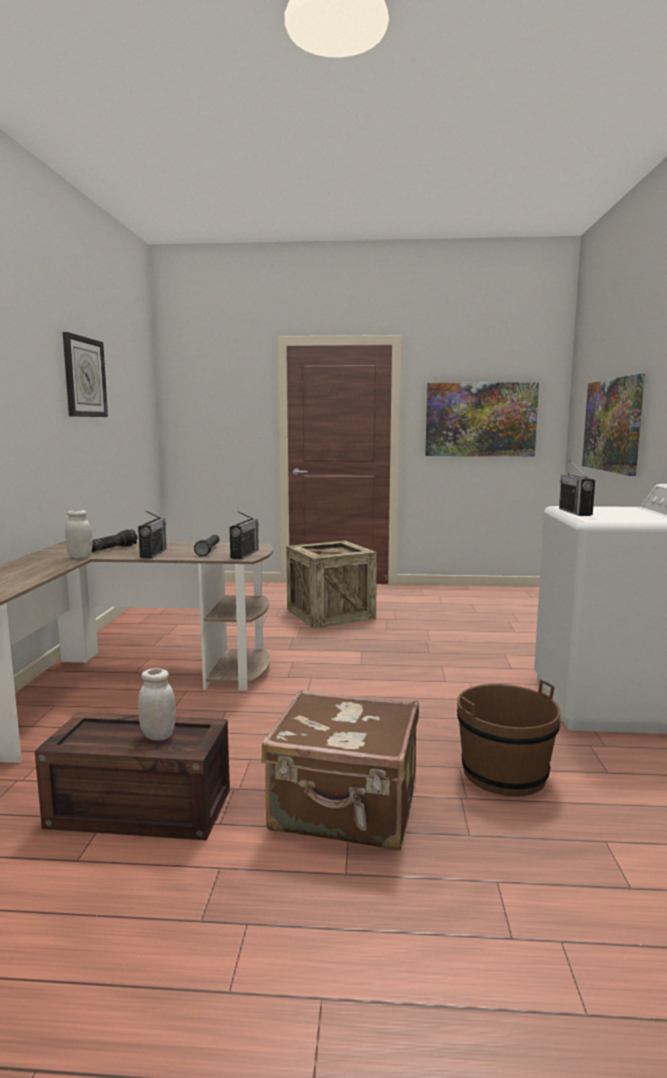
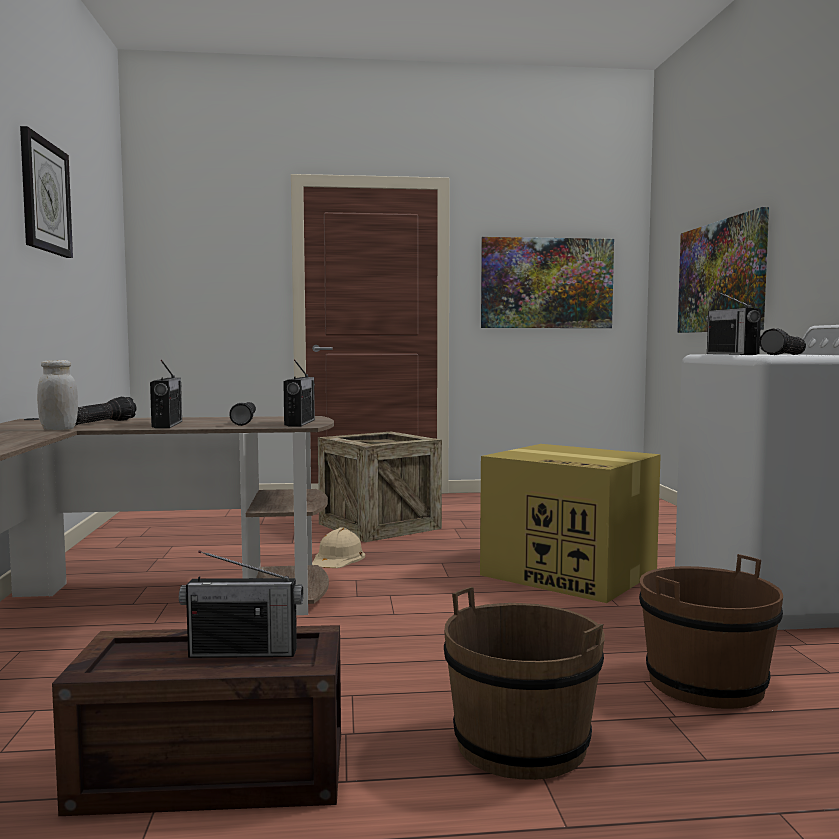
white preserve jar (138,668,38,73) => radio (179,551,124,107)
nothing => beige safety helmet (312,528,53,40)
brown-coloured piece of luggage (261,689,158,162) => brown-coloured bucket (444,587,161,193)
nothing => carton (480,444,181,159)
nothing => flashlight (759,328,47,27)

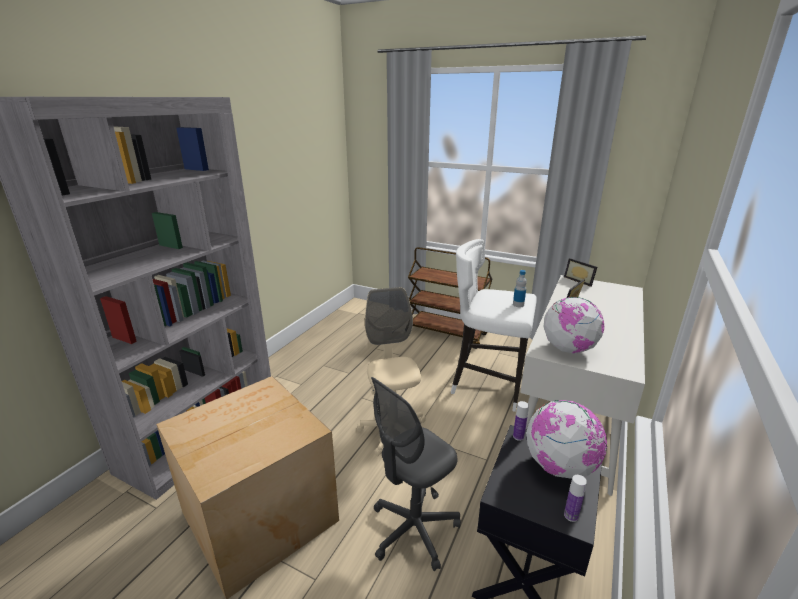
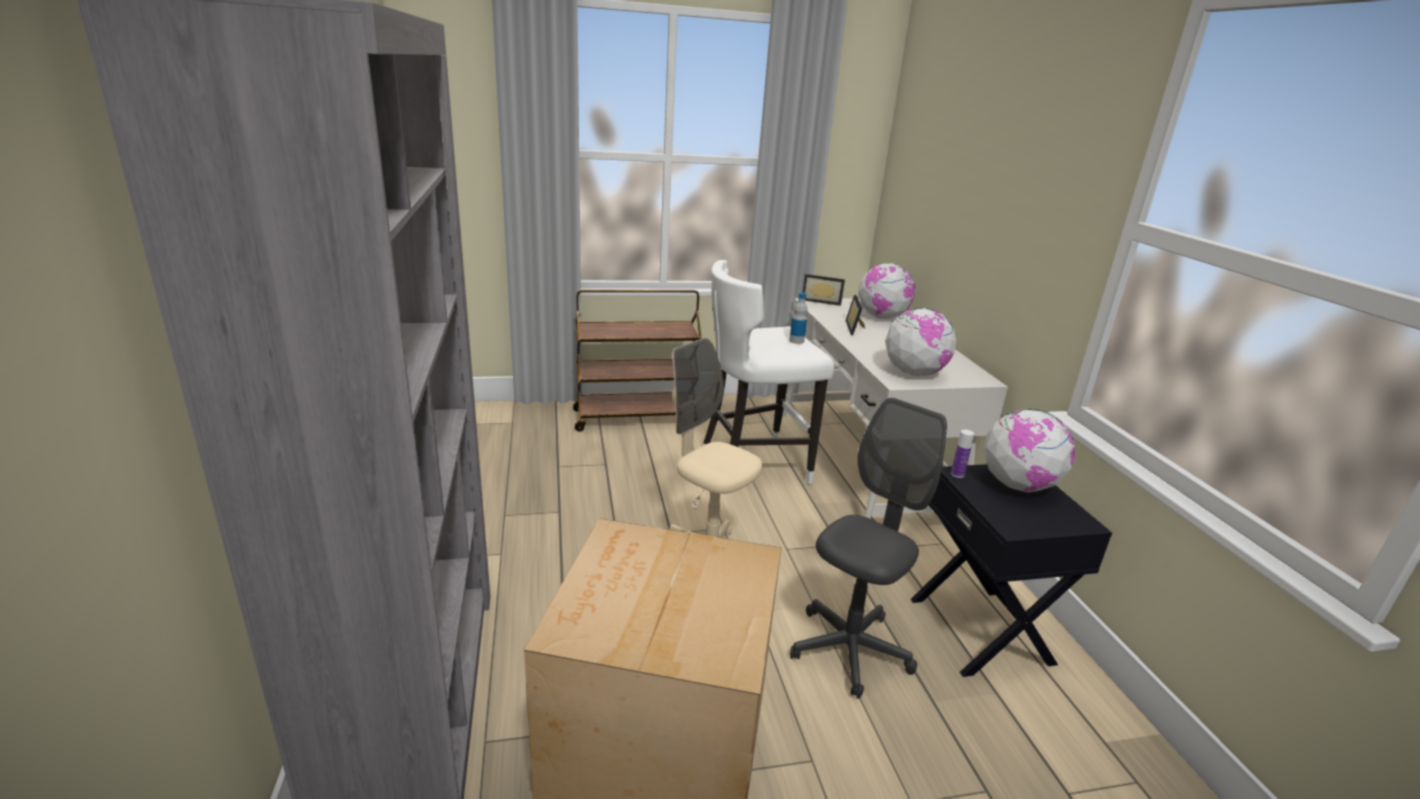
gray desk chair (371,377,90,194) => gray desk chair (790,397,157,302), 150 degrees counterclockwise
nothing => world globe (859,263,56,56)
bottle (564,475,23,47) => nothing

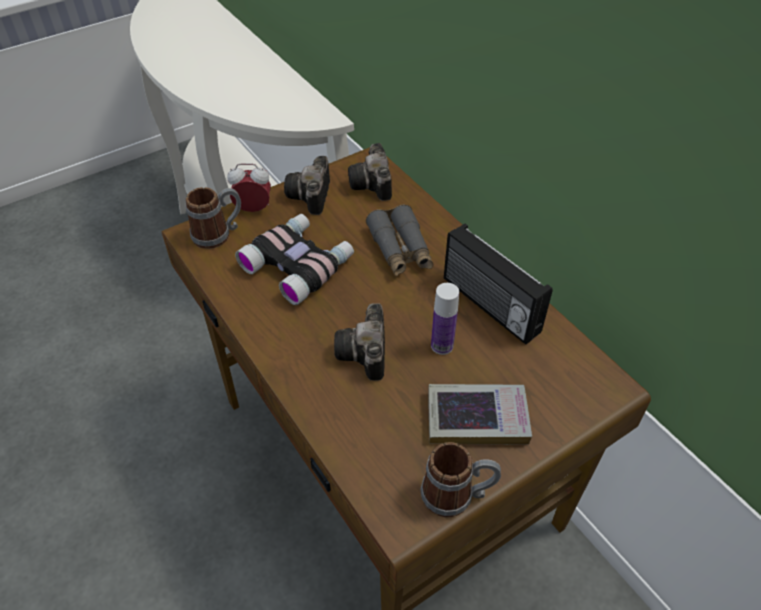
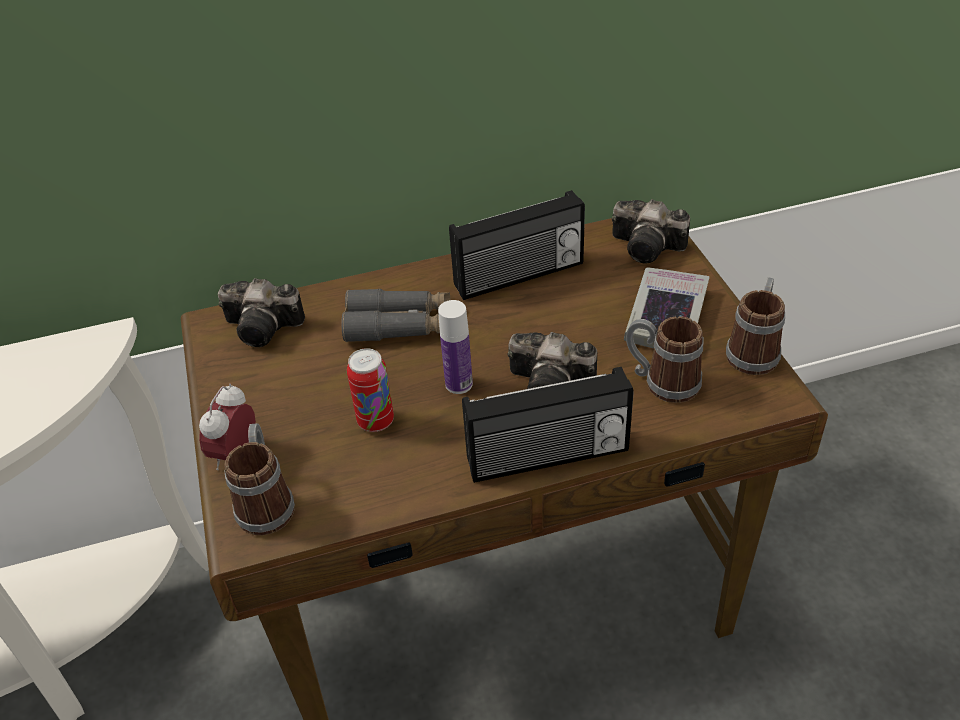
pair of binoculars (235,214,119,91) => sealed can (347,348,47,84)
bottle (431,283,28,72) => bottle (438,300,35,94), moved
nothing => radio (462,367,172,116)
photo camera (284,156,46,59) => photo camera (612,199,78,65), moved
nothing => mug (626,316,78,87)

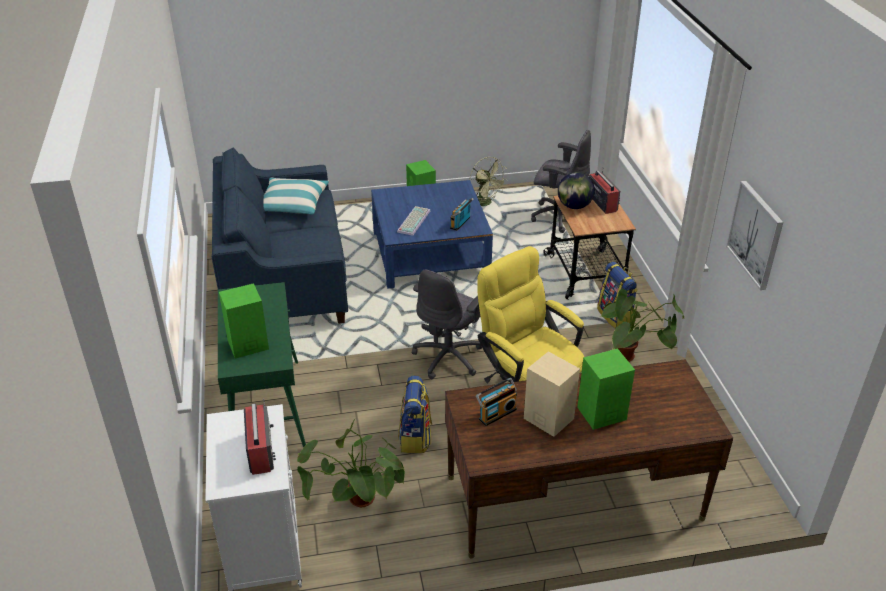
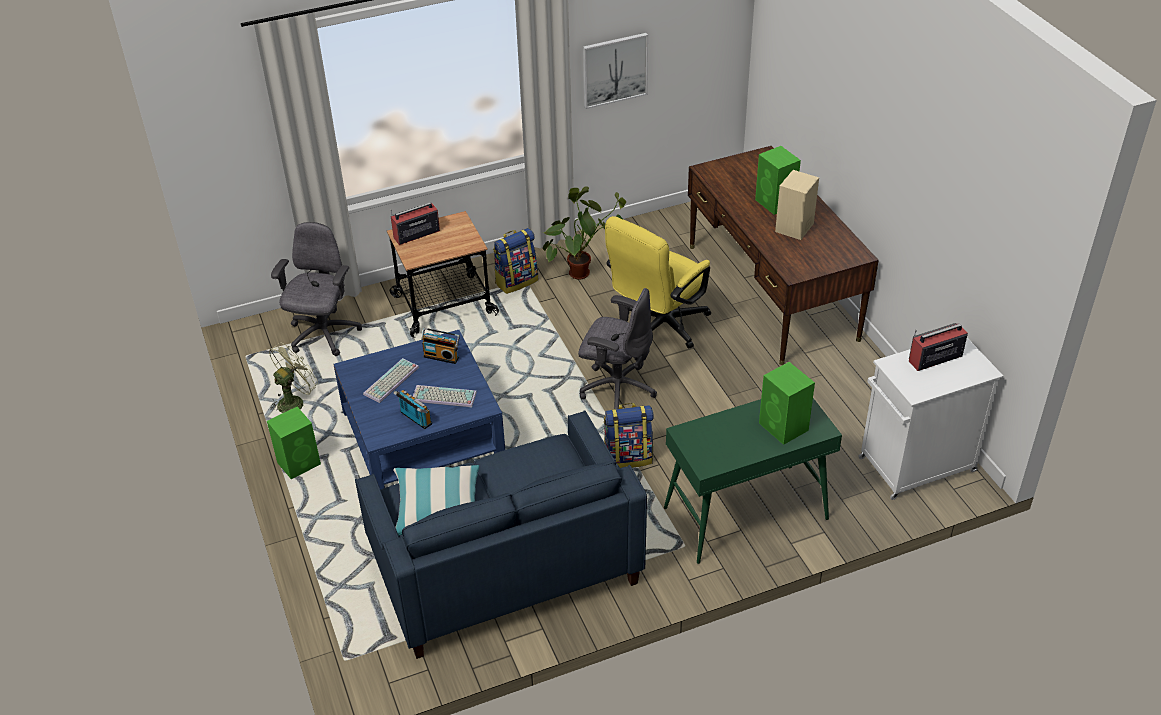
nothing => PC keyboard (363,358,56,45)
radio (476,378,41,48) => radio (394,390,38,39), moved
backpack (398,376,34,77) => backpack (604,403,50,65), moved
plant in a pot (297,419,108,88) => nothing
world globe (558,172,37,37) => nothing

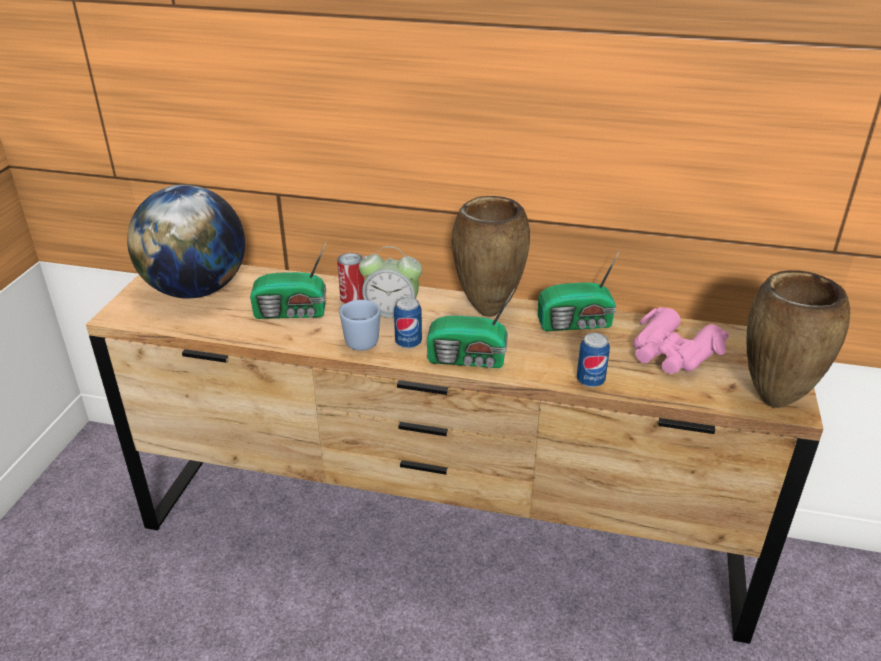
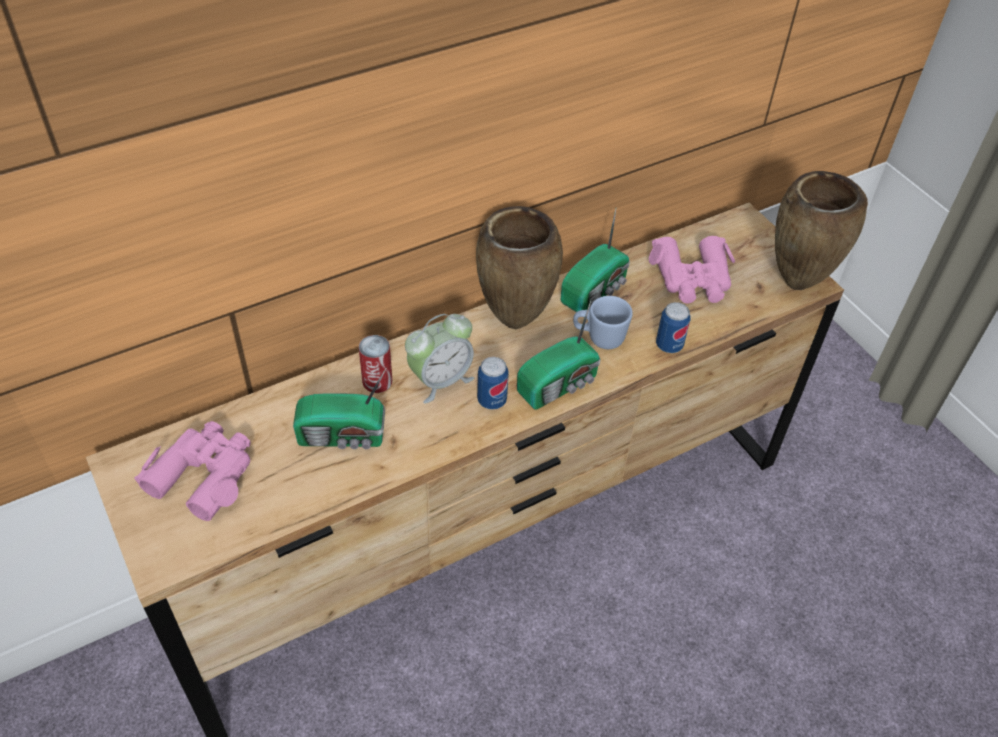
world globe (127,185,118,114) => pink pair of binoculars (134,421,117,100)
radio (250,243,76,76) => radio (293,367,94,82), 45 degrees clockwise
blue-coloured mug (339,300,41,51) => blue-coloured mug (573,296,60,53), moved

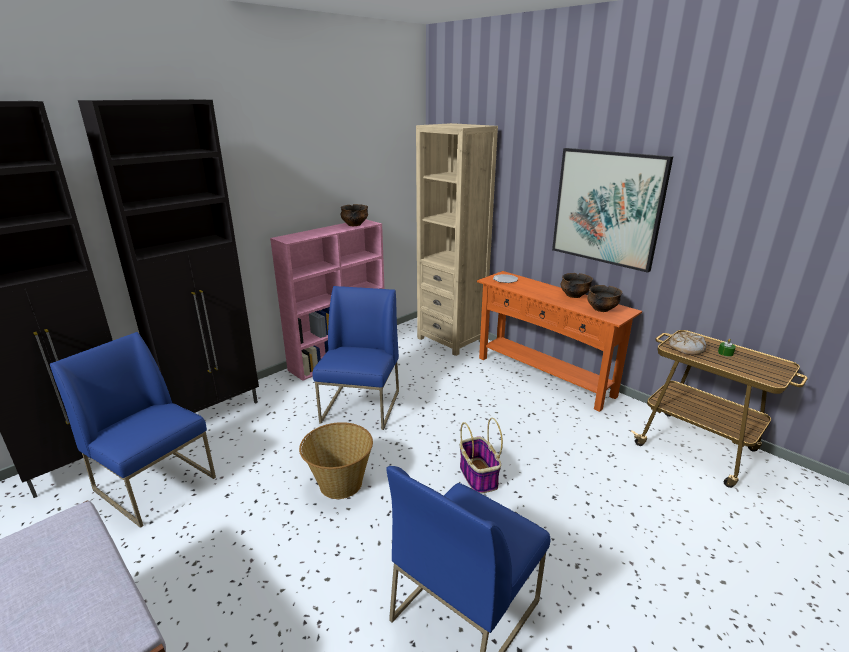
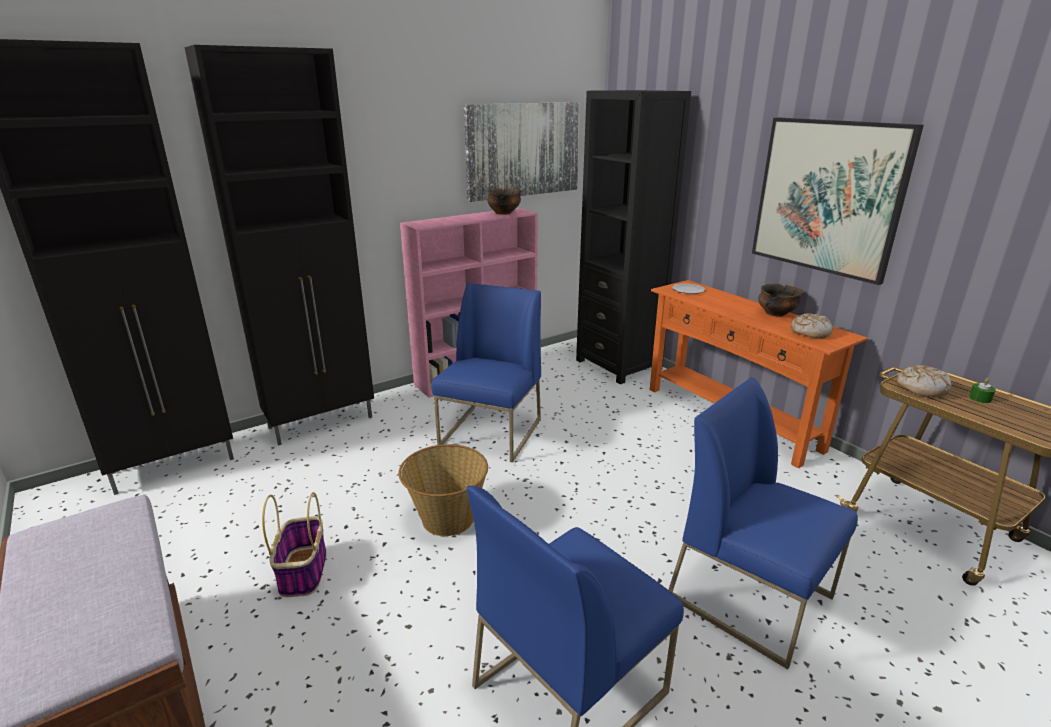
storage basket (460,418,43,76) => storage basket (262,492,65,105), moved
nothing => wall picture (463,102,117,100)
beige bookshelf (416,123,82,233) => blackish bookshelf (576,90,115,294)
blue-coloured plain chair (50,332,166,196) => blue-coloured plain chair (669,377,189,292), moved
deep dish (587,285,35,27) => baked bread (791,314,42,24)

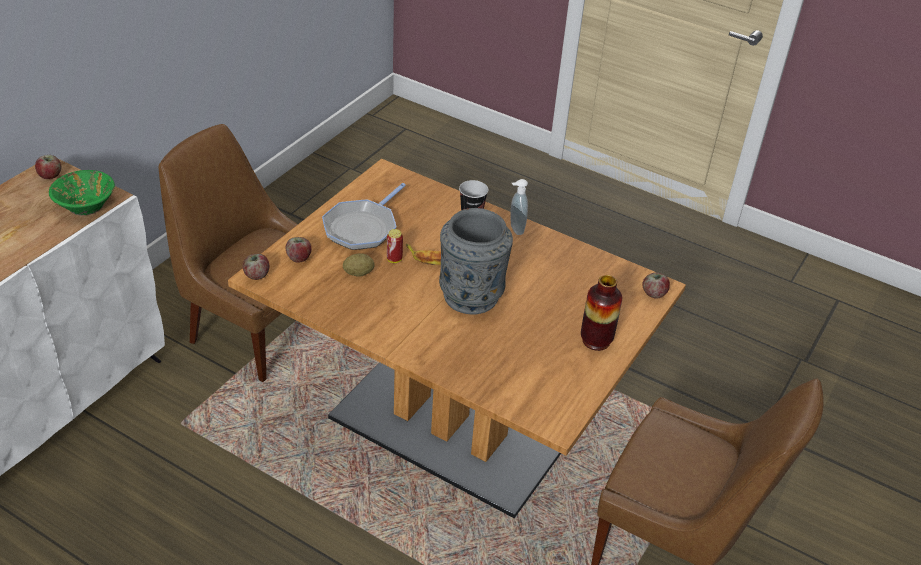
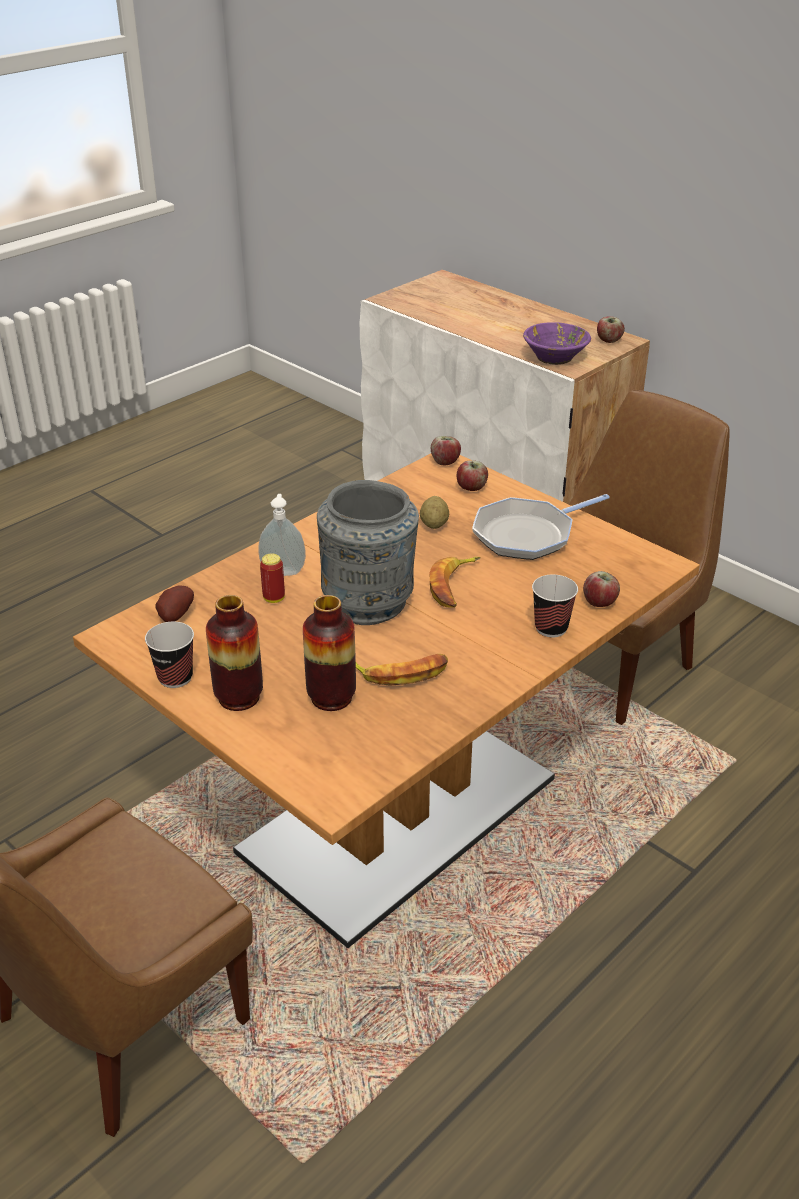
nothing => cup (145,622,49,66)
nothing => whole potato (155,585,39,37)
soap bottle (510,179,18,56) => soap bottle (258,494,48,82), moved
sealed can (387,229,16,34) => sealed can (260,554,25,49), moved
nothing => vase (303,595,53,116)
nothing => banana fruit (356,654,92,32)
pan (322,183,84,67) => pan (472,494,138,66), 75 degrees counterclockwise
green deep dish (49,170,66,45) => purplish deep dish (523,322,68,43)
apple (642,273,28,26) => apple (583,571,37,36), moved

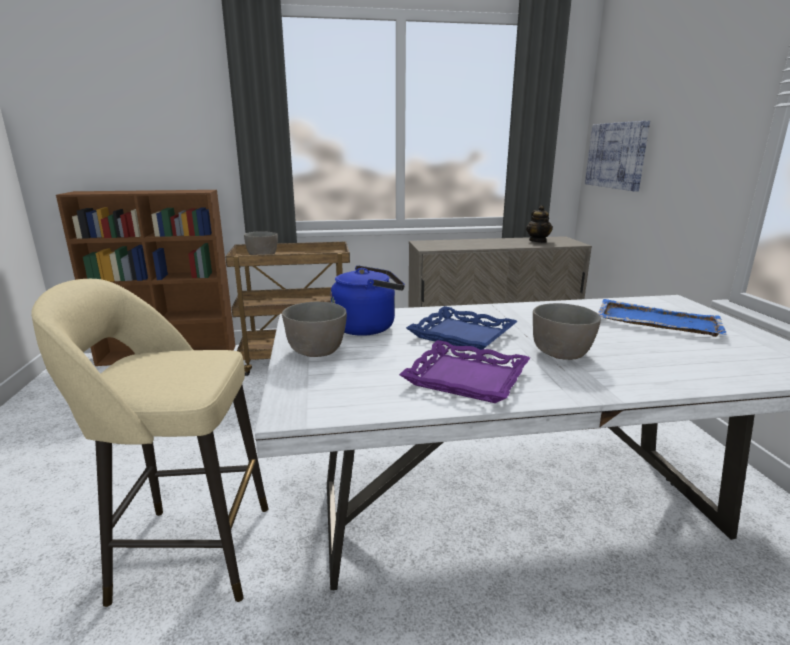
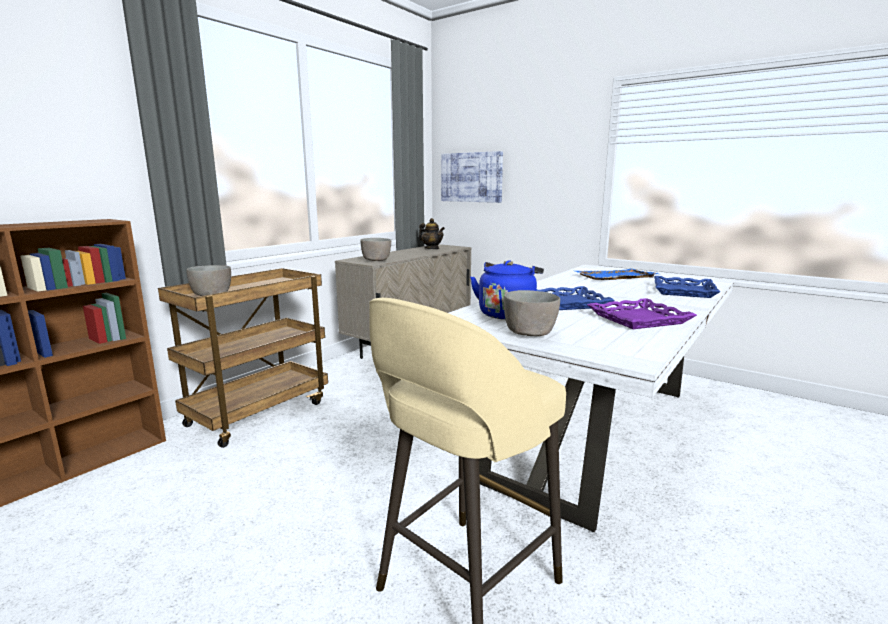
gray deep dish (533,303,68,57) => gray deep dish (360,238,31,23), moved
nothing => blue-coloured tray (654,276,66,22)

